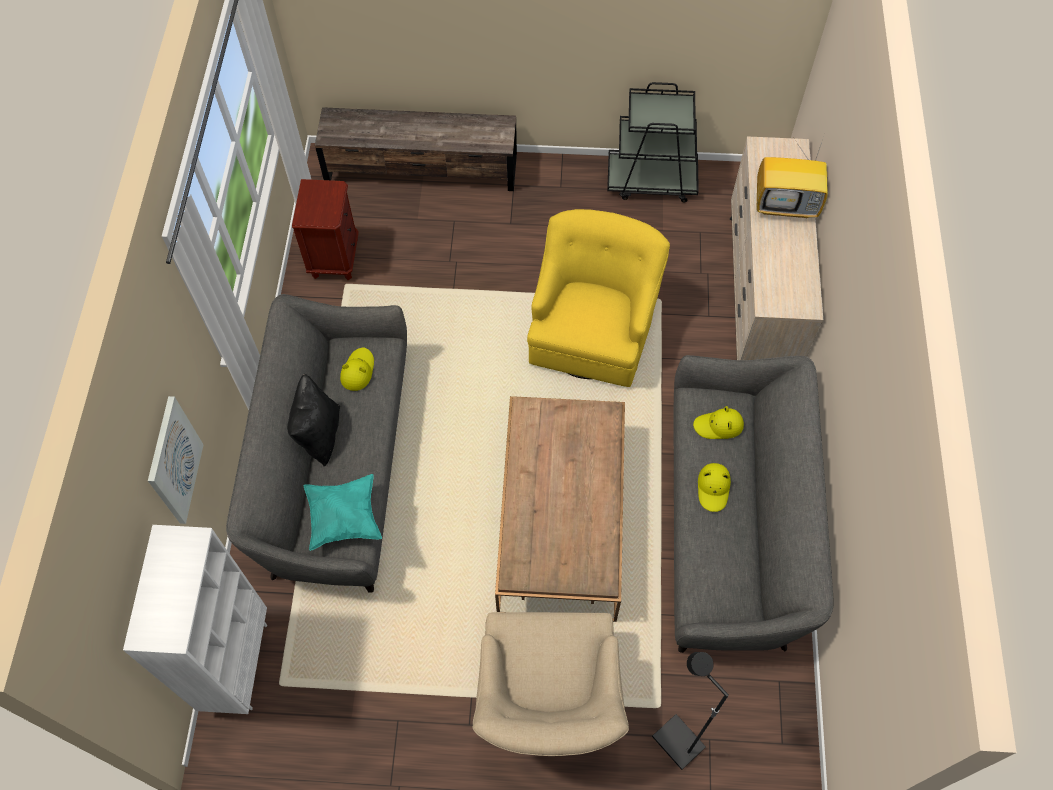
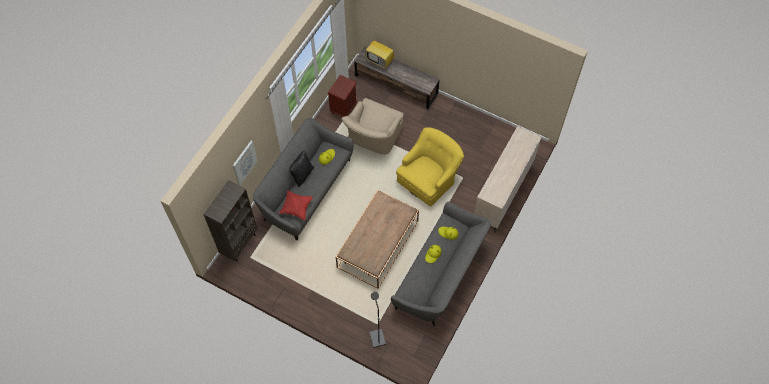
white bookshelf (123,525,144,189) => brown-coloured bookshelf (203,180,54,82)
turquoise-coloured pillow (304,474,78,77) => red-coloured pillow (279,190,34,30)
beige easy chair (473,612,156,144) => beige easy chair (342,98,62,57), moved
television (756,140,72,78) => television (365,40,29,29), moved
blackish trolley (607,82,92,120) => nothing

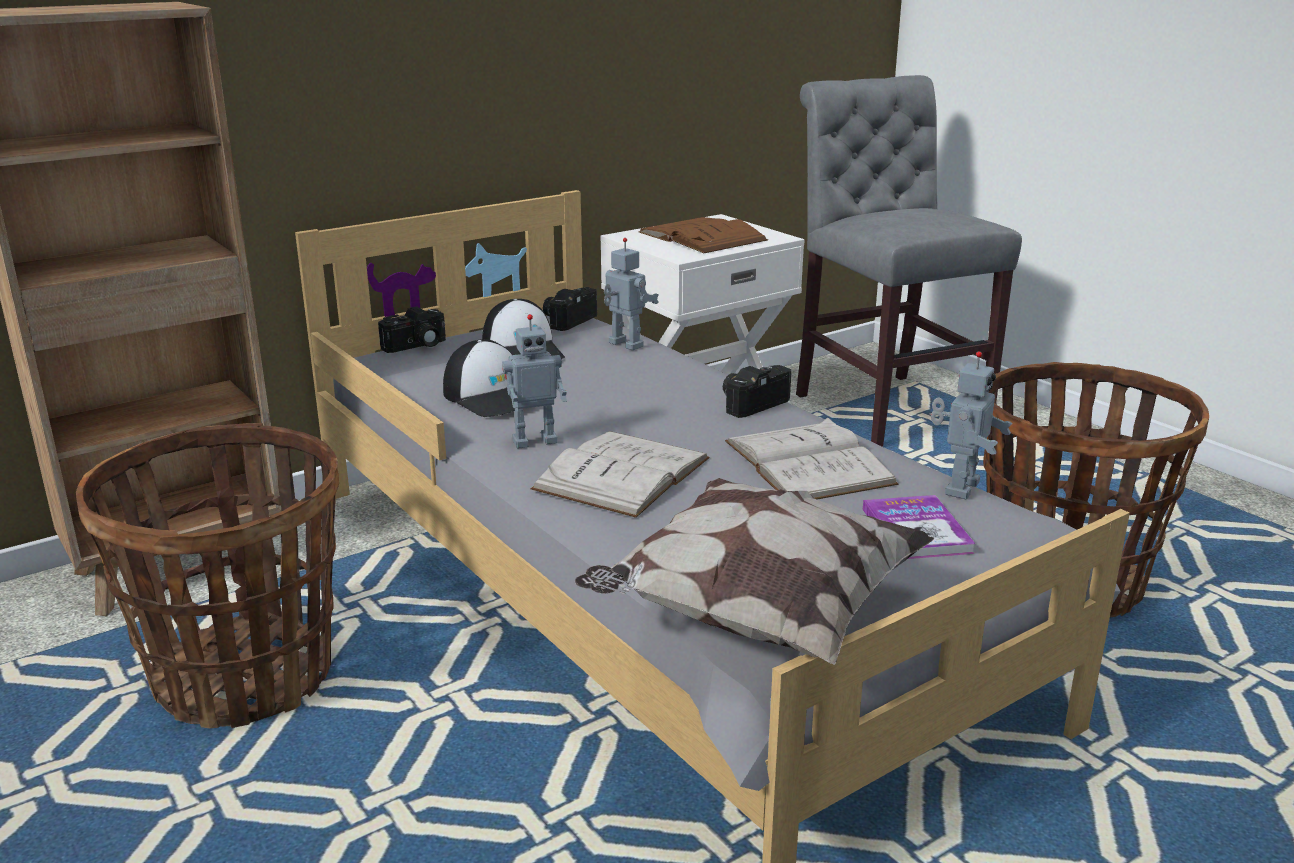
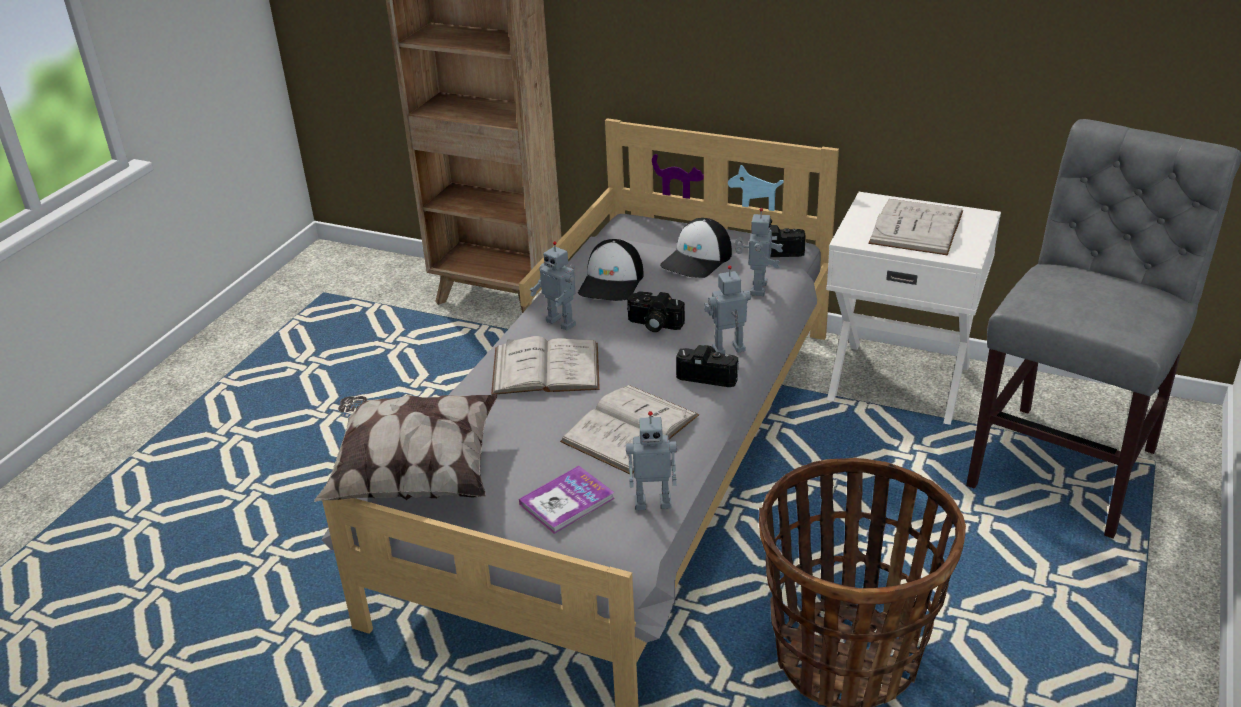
photo camera (378,307,68,46) => photo camera (627,291,58,41), moved
nothing => robot figure (704,265,47,89)
brown-coloured book (638,217,130,36) => white book (868,199,95,56)
storage basket (76,423,263,305) => nothing

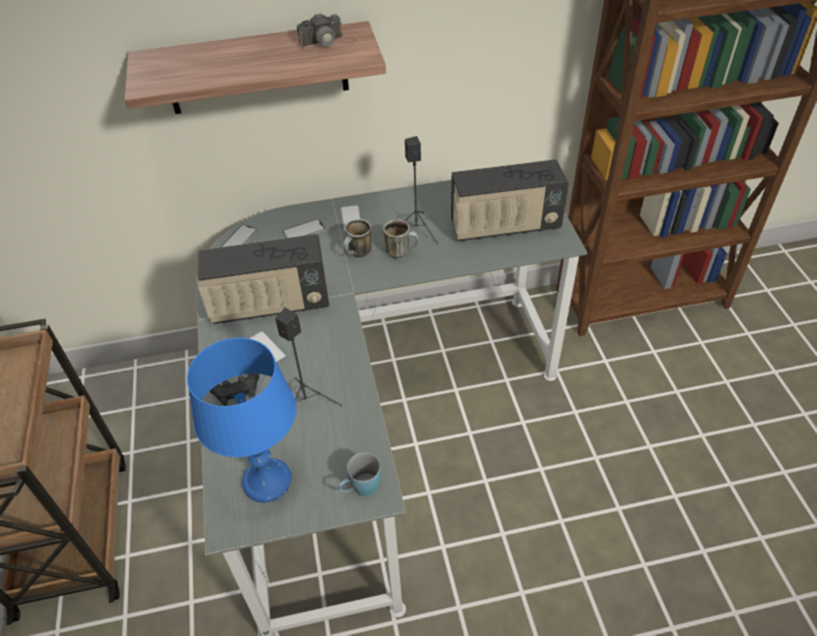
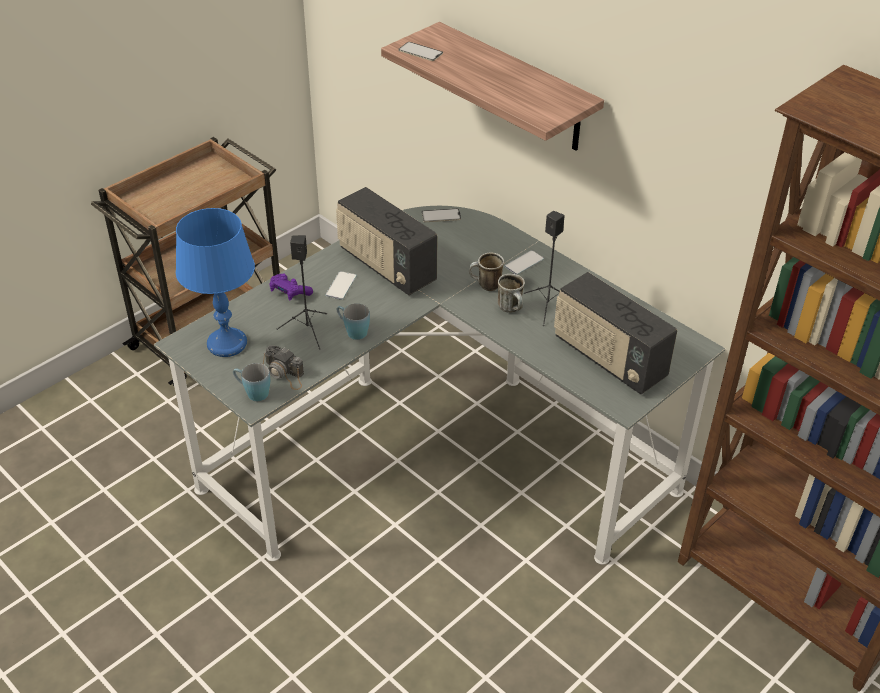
photo camera (297,13,60,38) => photo camera (263,345,41,45), moved
blackish joypad (210,374,49,32) => purplish joypad (269,274,44,27)
nothing => blue-coloured mug (336,303,34,37)
telephone (283,219,42,19) => telephone (398,42,45,19), moved

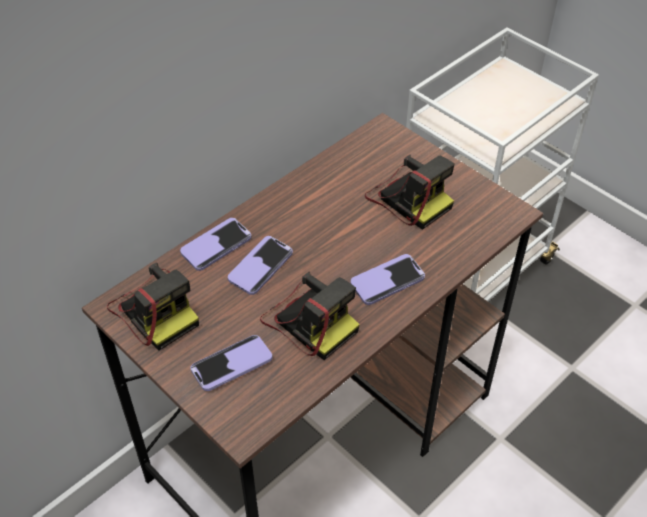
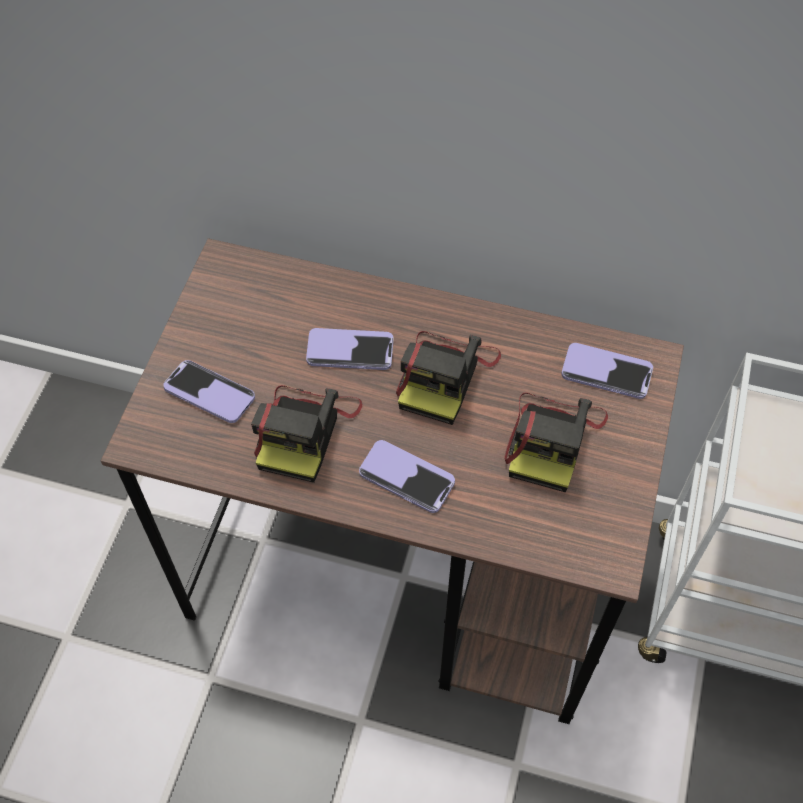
photo camera (107,262,92,89) => photo camera (396,331,105,94), moved
telephone (180,218,71,53) => telephone (561,343,92,56), moved

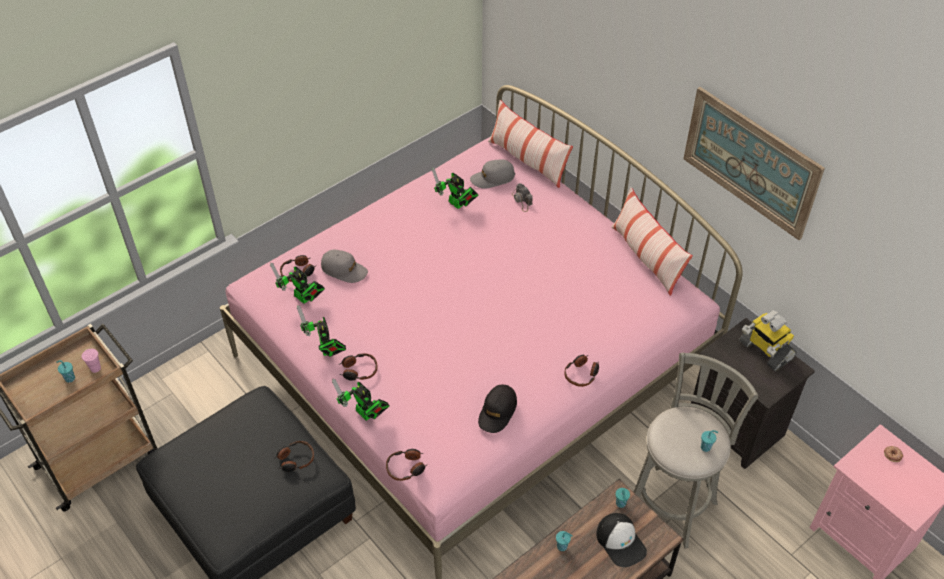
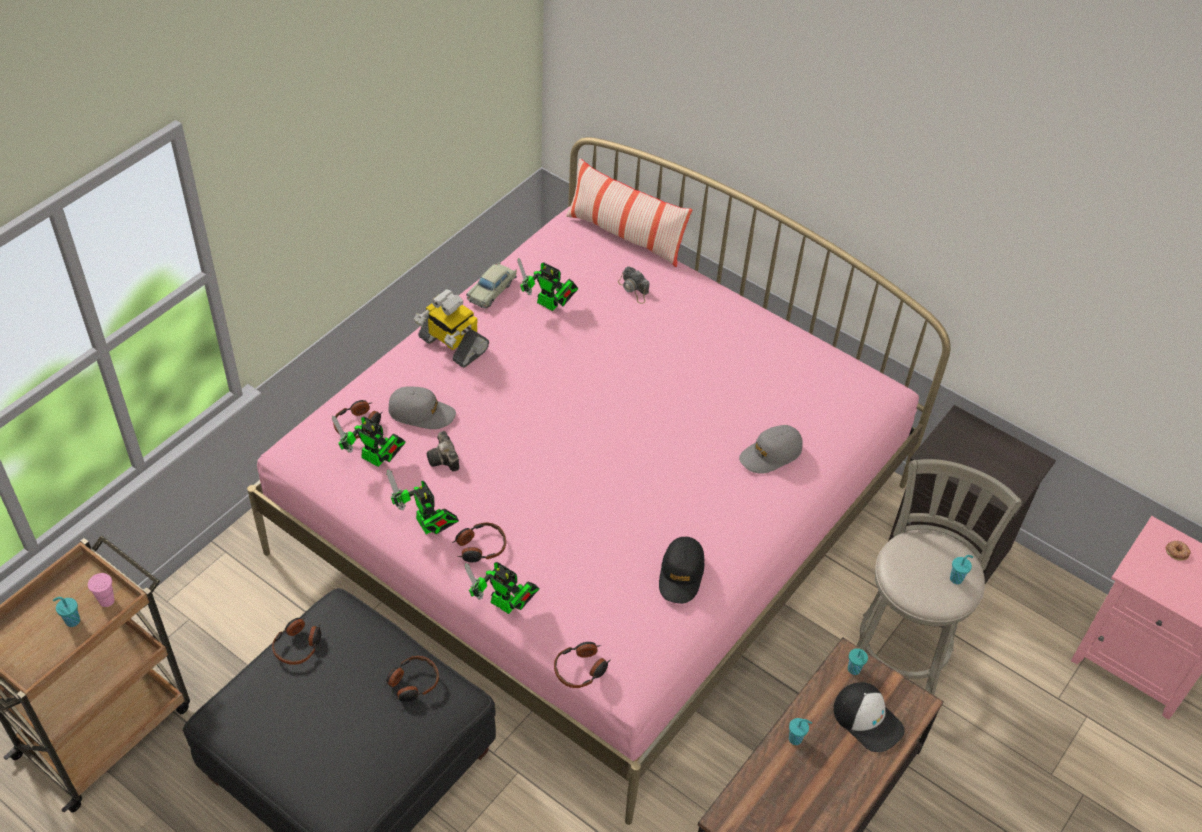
pair of headphones (564,355,35,32) => pair of headphones (272,617,49,48), moved
robot figure (739,310,58,61) => robot figure (414,289,75,79), moved
nothing => photo camera (427,431,32,41)
nothing => beige miniature car (466,262,51,47)
gray peaked cap (470,159,45,30) => gray peaked cap (739,425,64,49), moved
pillow (611,187,82,109) => nothing
wall picture (683,87,142,153) => nothing

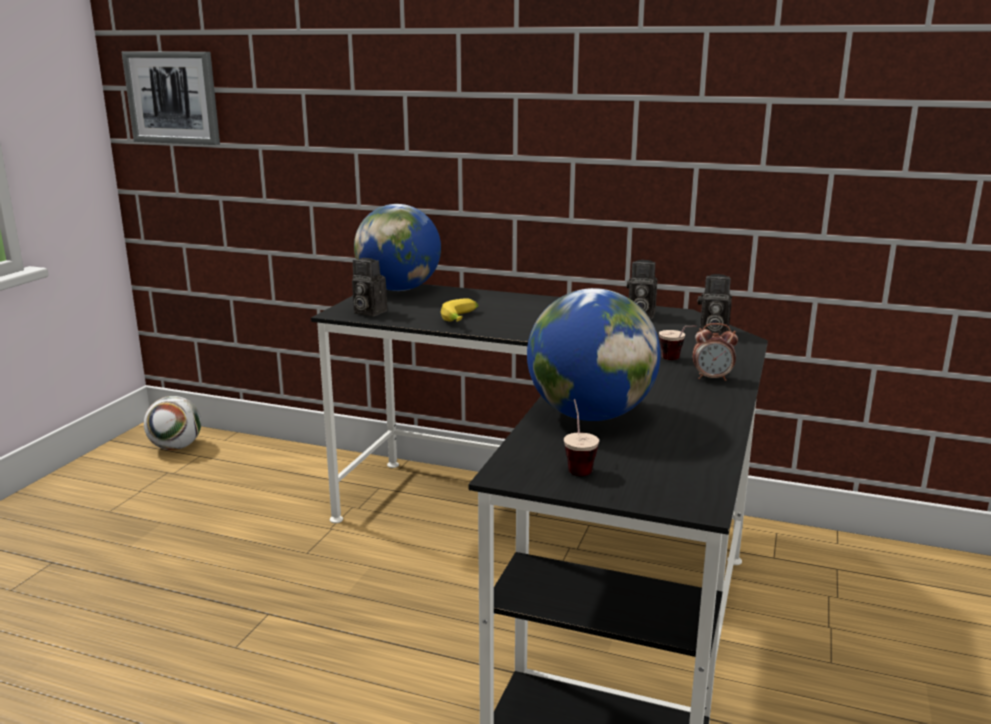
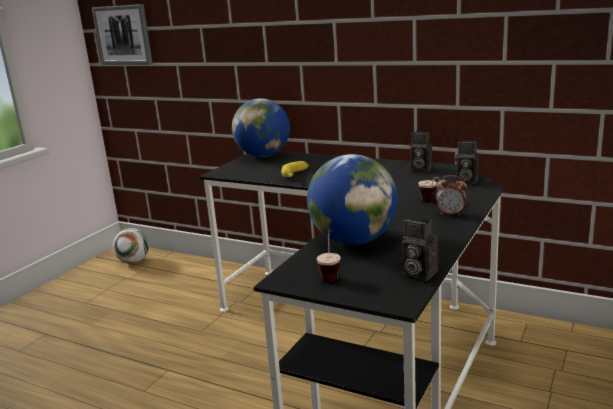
photo camera (352,258,35,59) => photo camera (402,217,36,64), moved

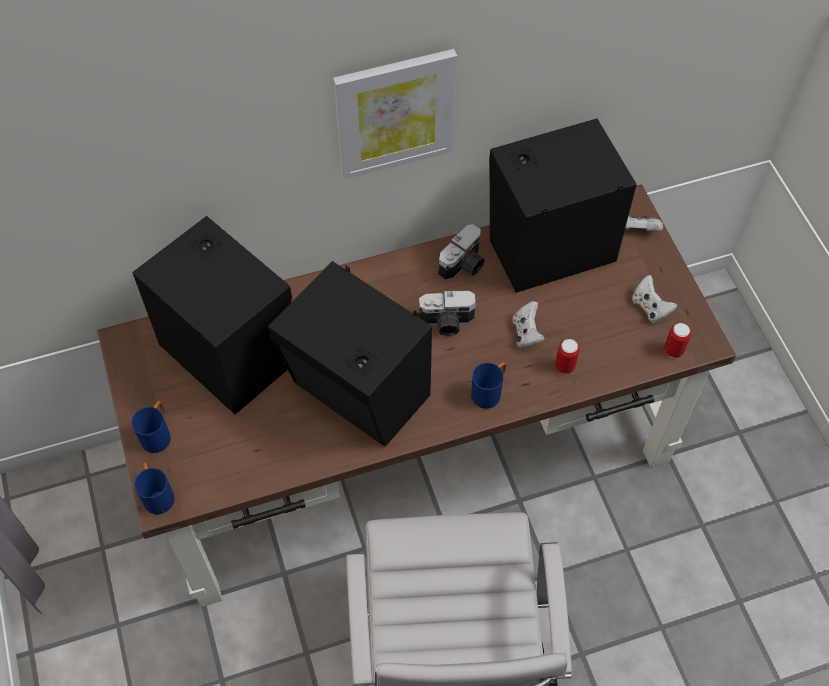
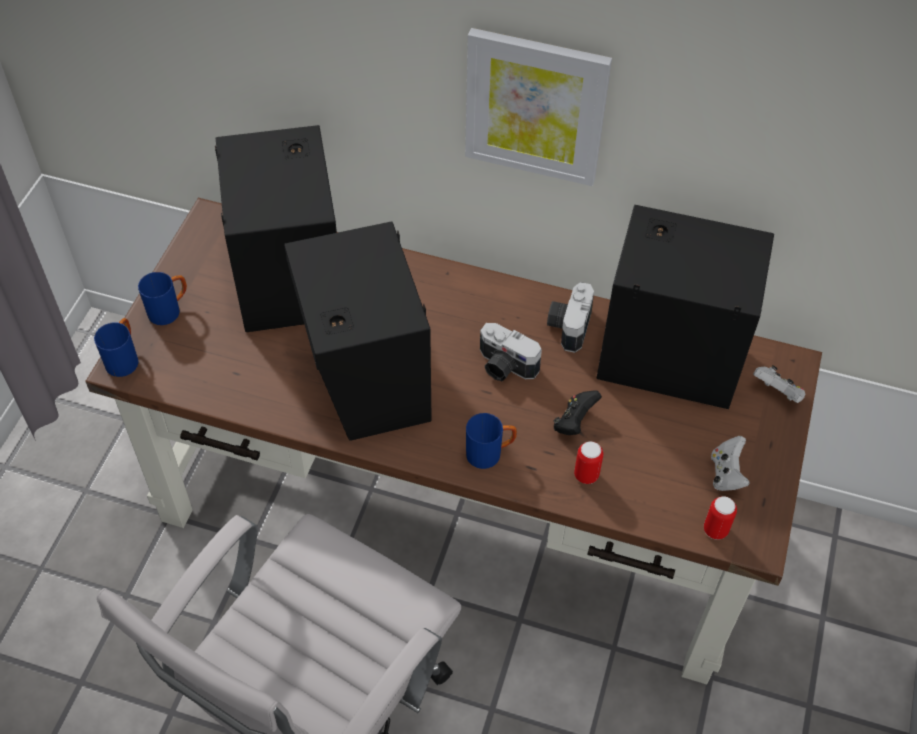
photo camera (438,224,47,57) => photo camera (547,282,47,71), 120 degrees clockwise
white joypad (513,301,32,47) => blackish joypad (554,390,48,45)

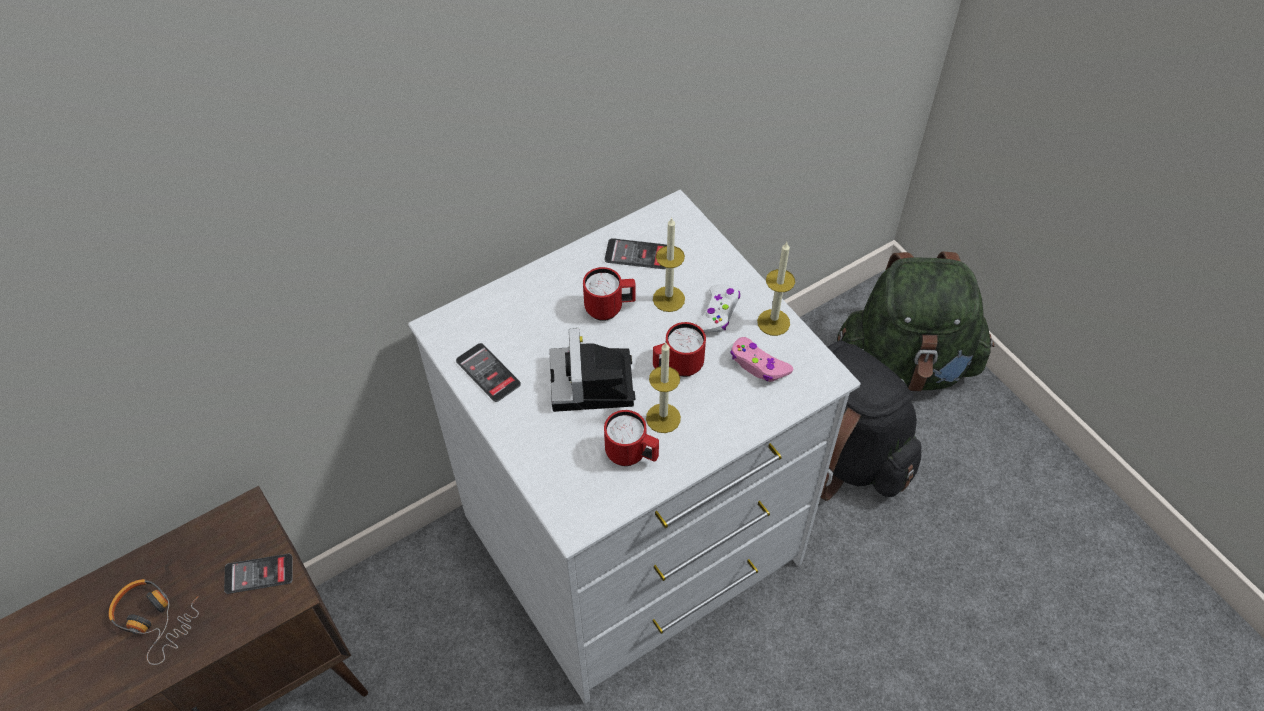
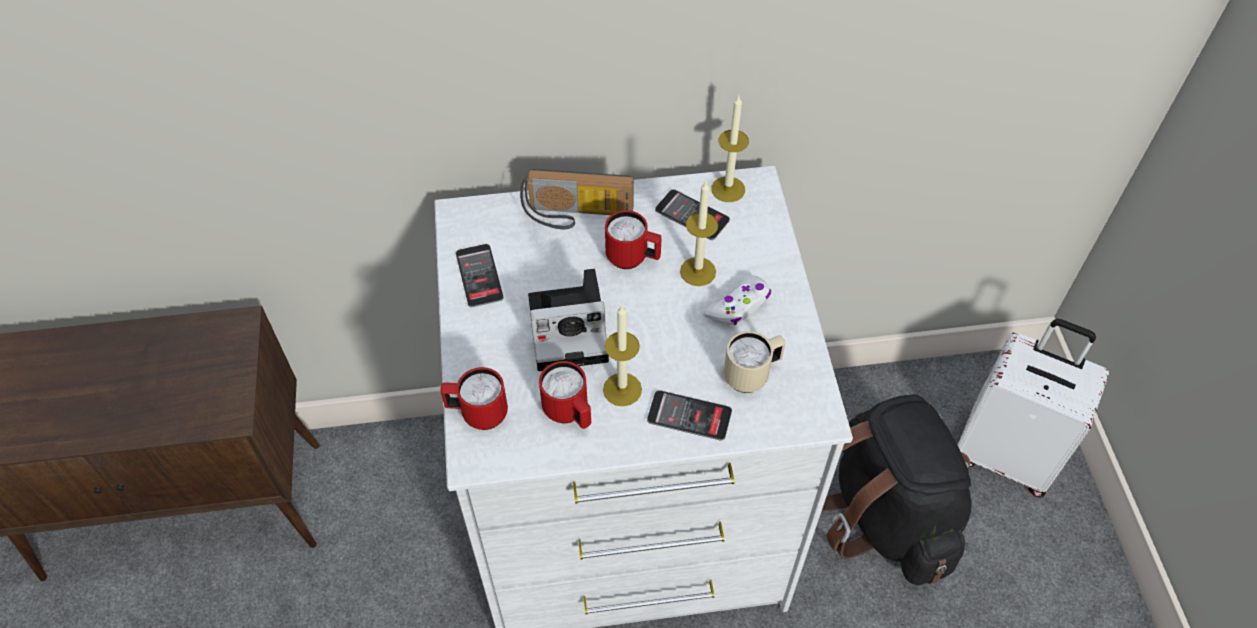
red-coloured mug (653,322,53,55) => red-coloured mug (440,367,68,63), moved
nothing => radio (520,169,114,60)
photo camera (549,328,86,84) => photo camera (528,269,81,102), 120 degrees counterclockwise
telephone (224,554,69,40) => telephone (647,390,85,51), moved
candle (757,242,38,94) => candle (711,95,38,107), moved
pink joypad (730,337,63,45) => beige mug (724,331,61,62)
green backpack (837,252,158,140) => white piece of luggage (958,319,151,178)
pair of headphones (109,579,90,86) => nothing

